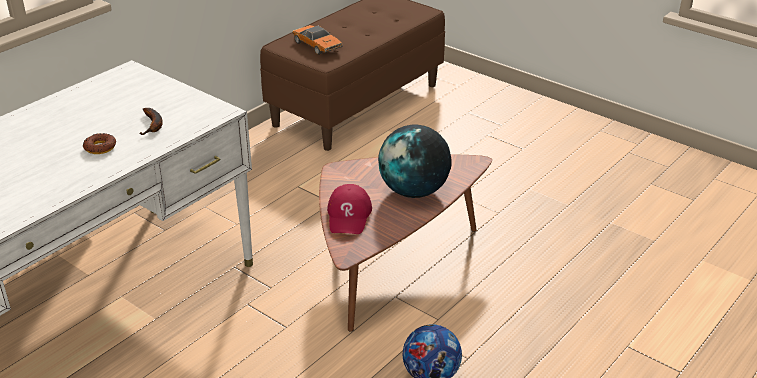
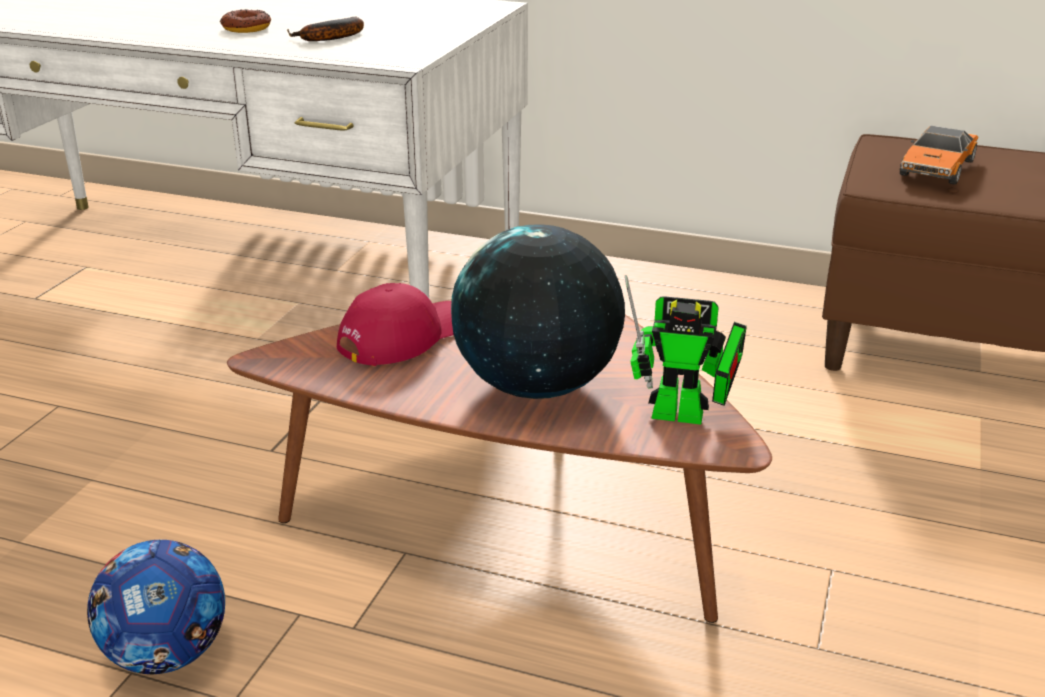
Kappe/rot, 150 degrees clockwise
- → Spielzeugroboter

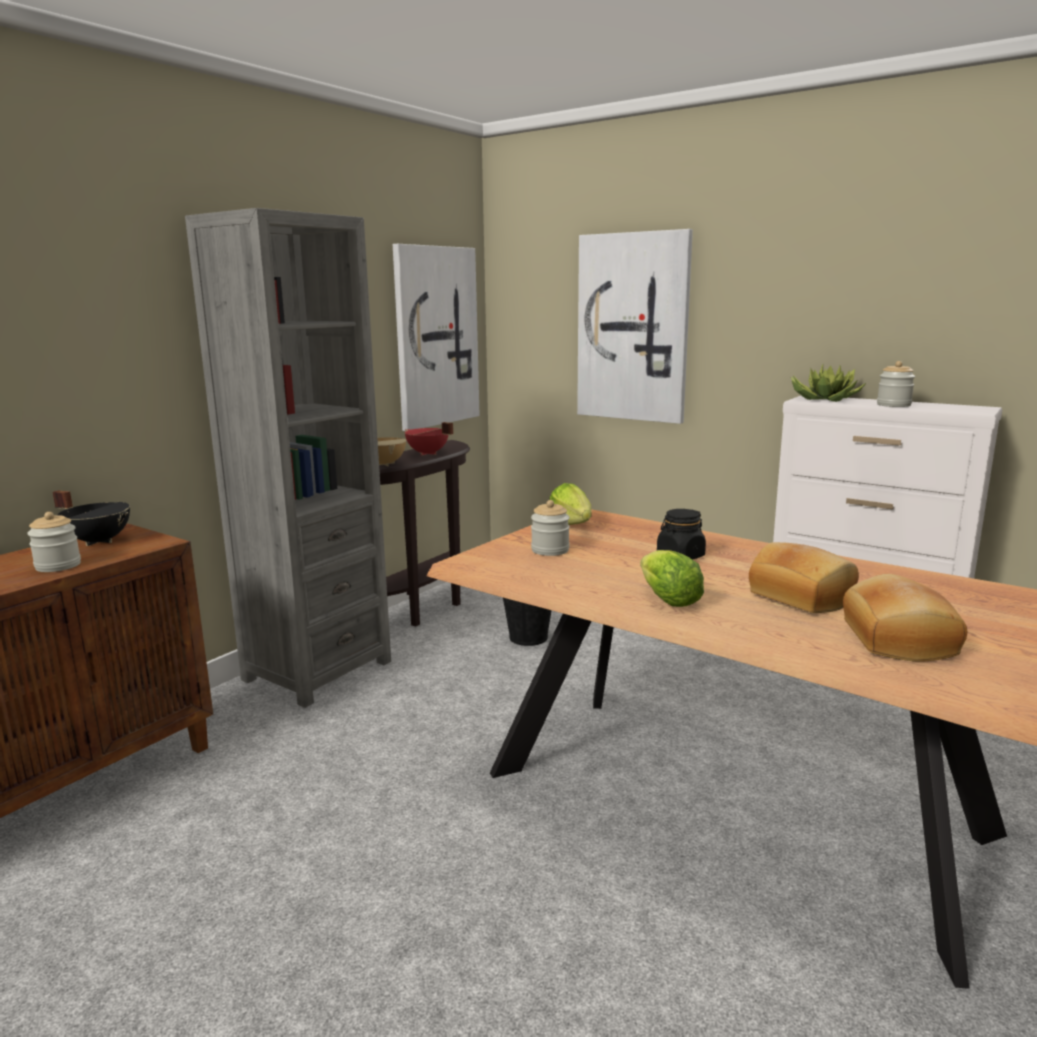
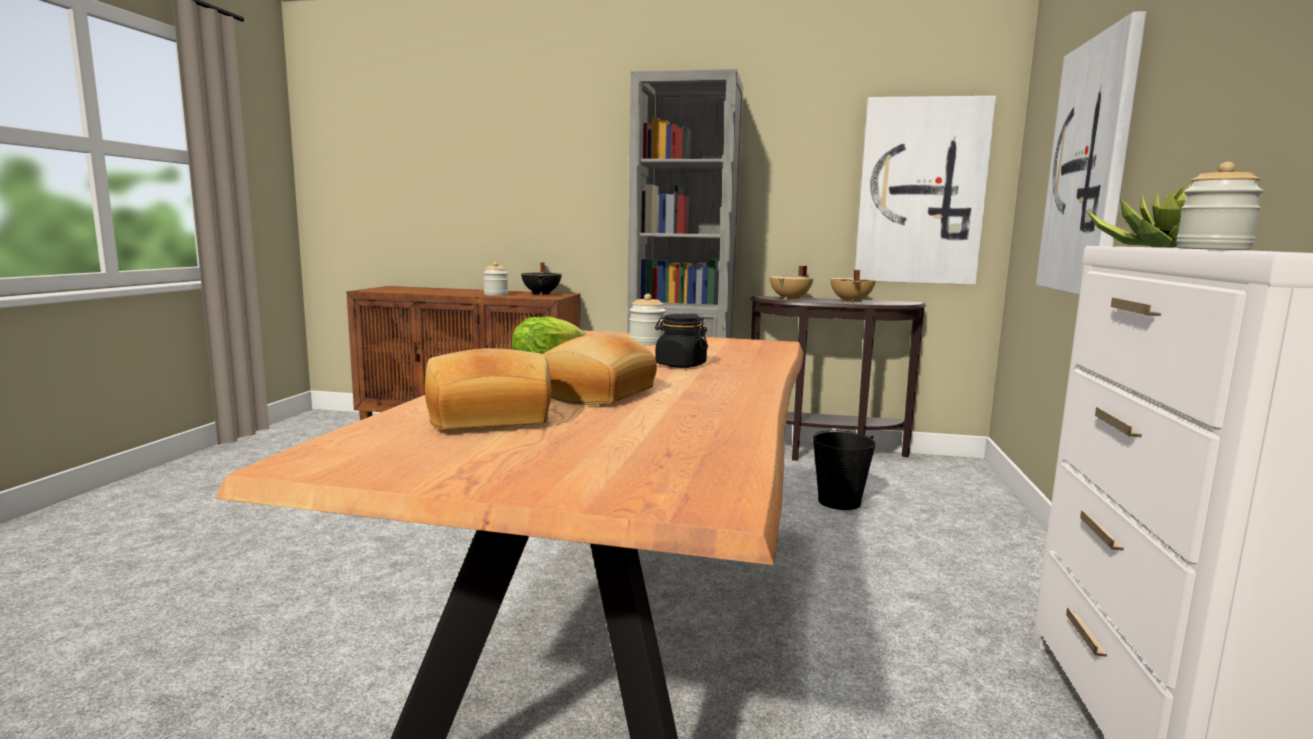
Kochtopf/rot → Kochtopf/beige (no. 2 from left)
Salatkopf (no. 1 from left) → -

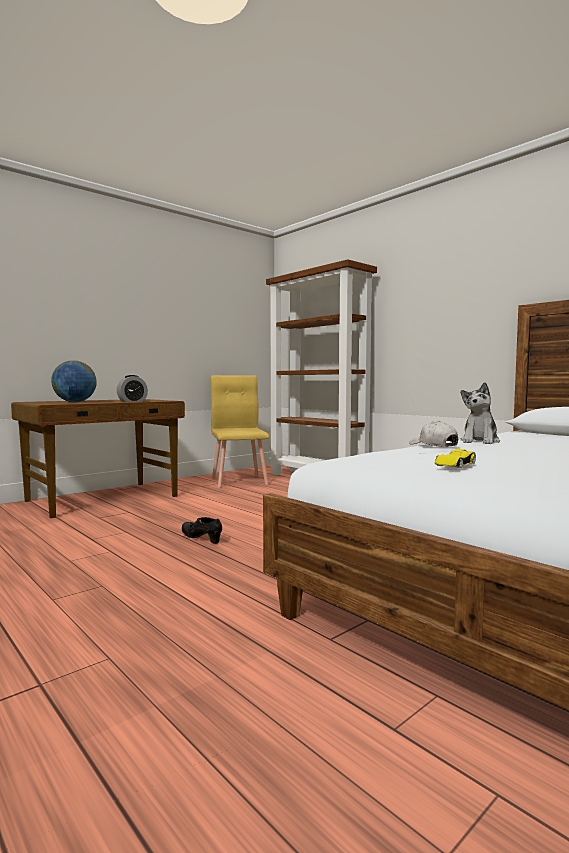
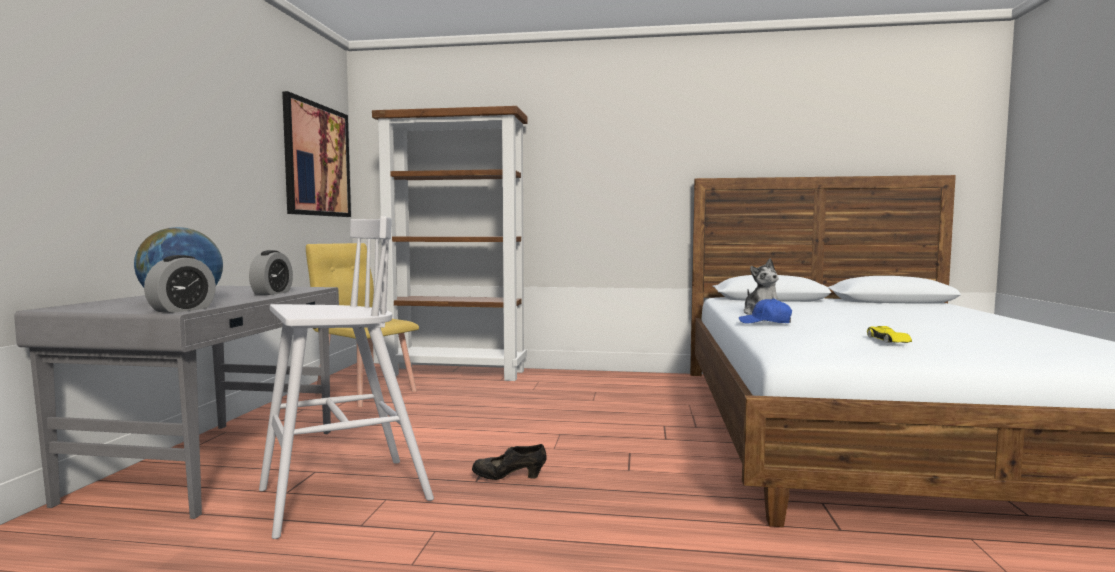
Schreibtisch/braun → Schreibtisch/grau
Kappe/weiß → Kappe/blau
- → Wecker (no. 1 from left)
- → Hocker/weiß
- → Bild

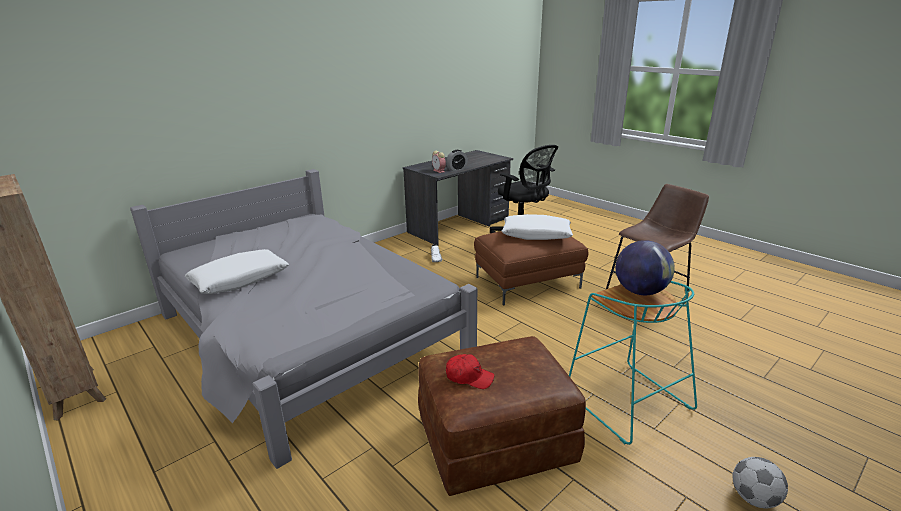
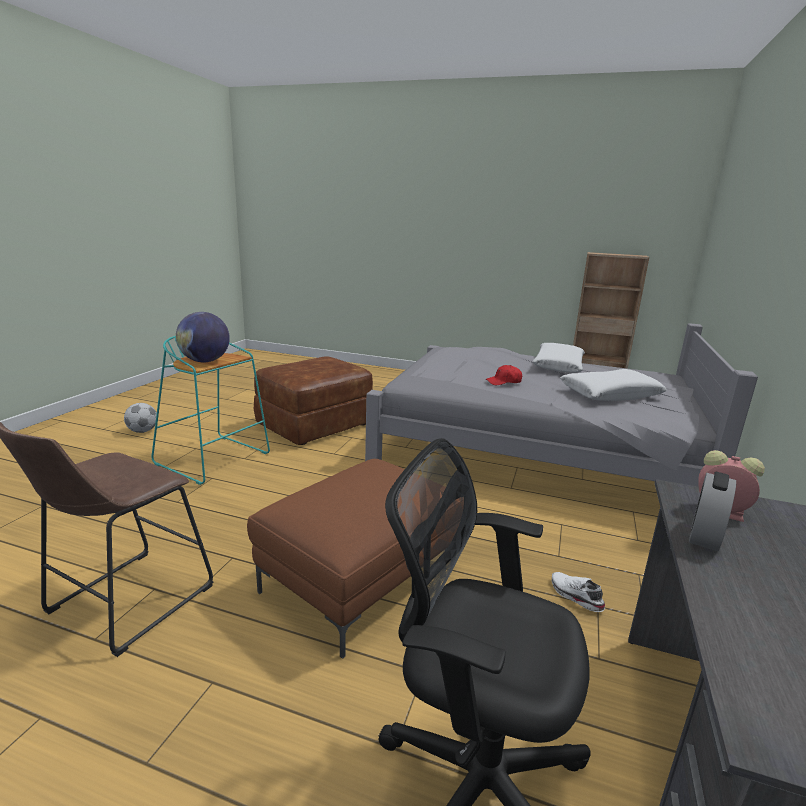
Kappe/rot, relocated
Kissen/weiß (no. 2 from left), relocated

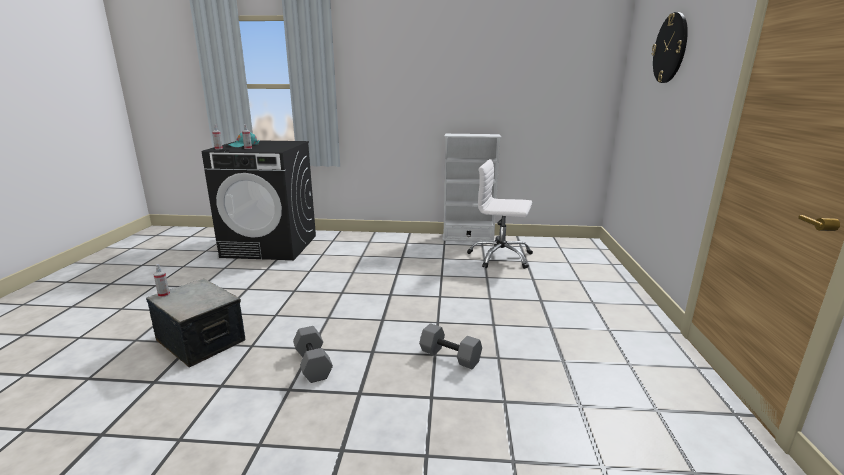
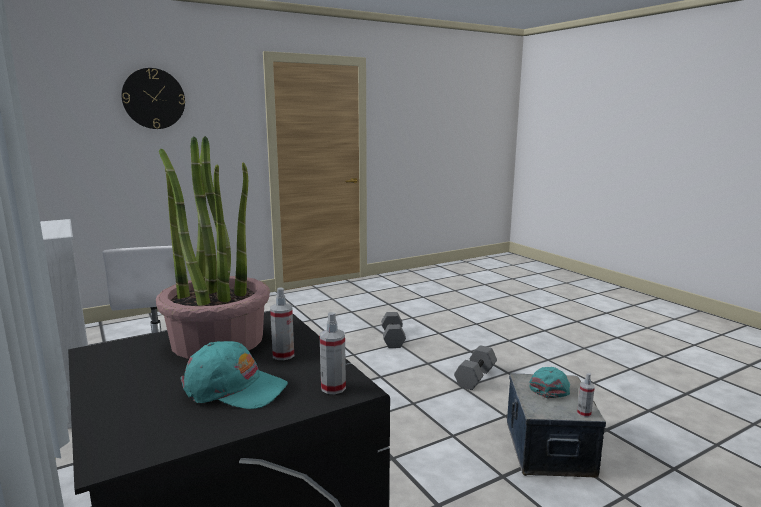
- → Topfpflanze
- → Kappe/türkis (no. 2 from left)

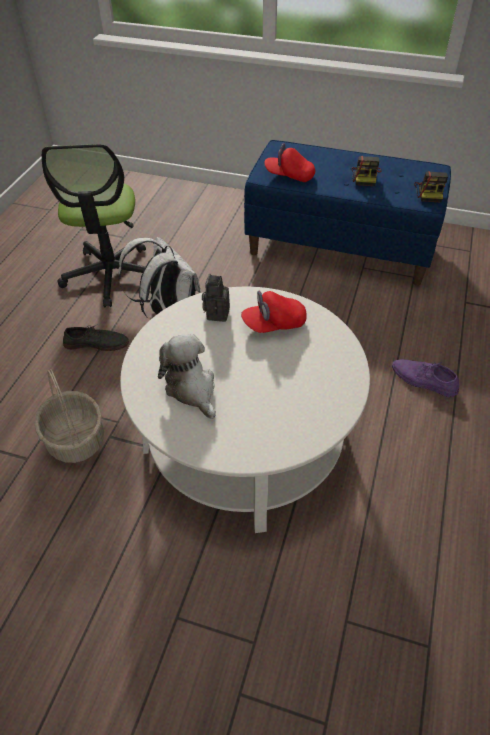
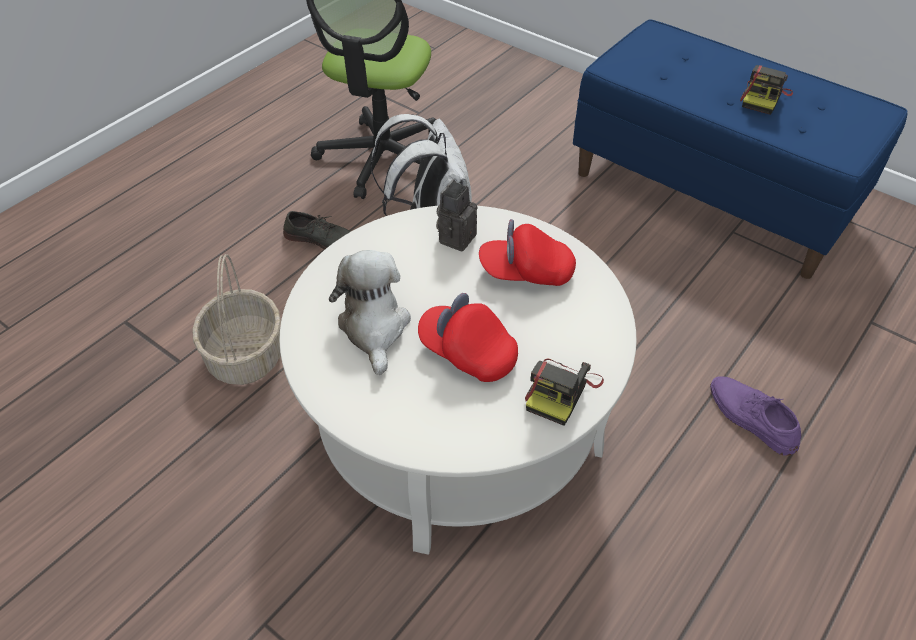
Kappe/rot (no. 2 from left in the first image) → Kappe/rot (no. 1 from left), relocated
Kamera (no. 3 from left in the first image) → Kamera (no. 2 from left), relocated

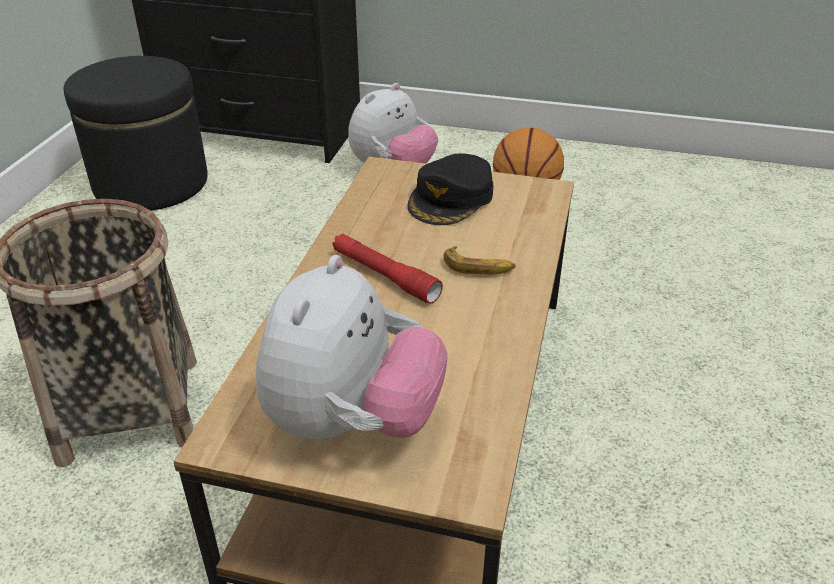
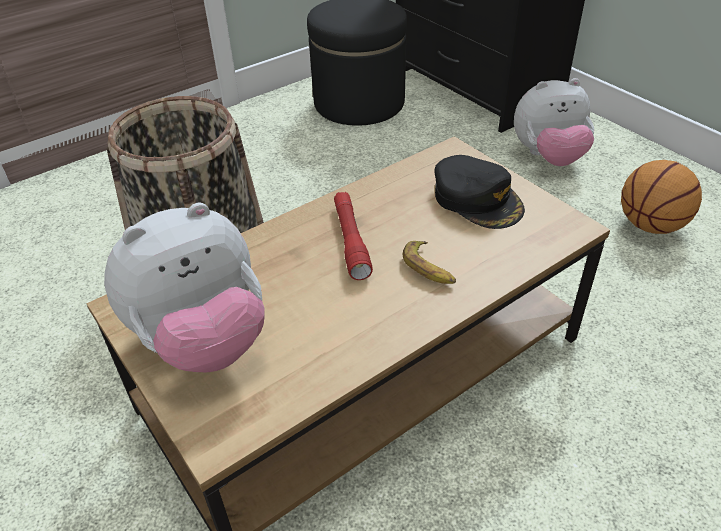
Kappe/schwarz, 105 degrees counterclockwise

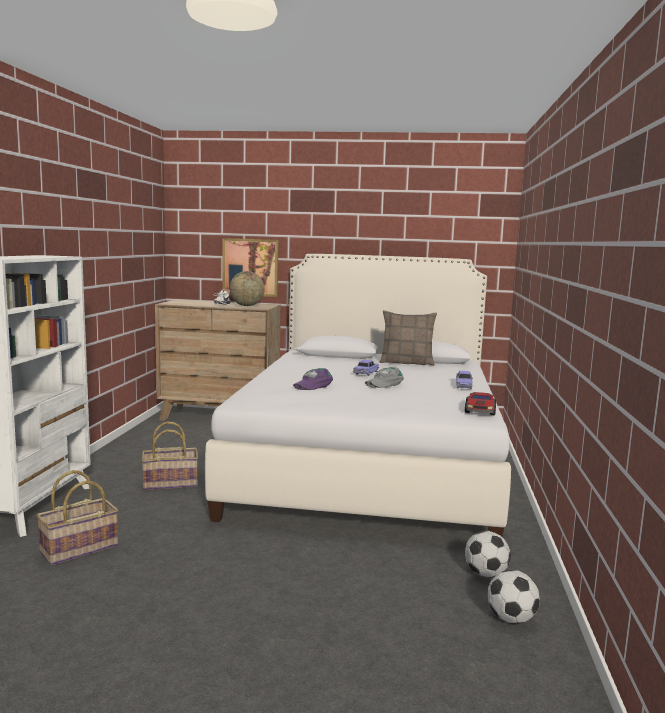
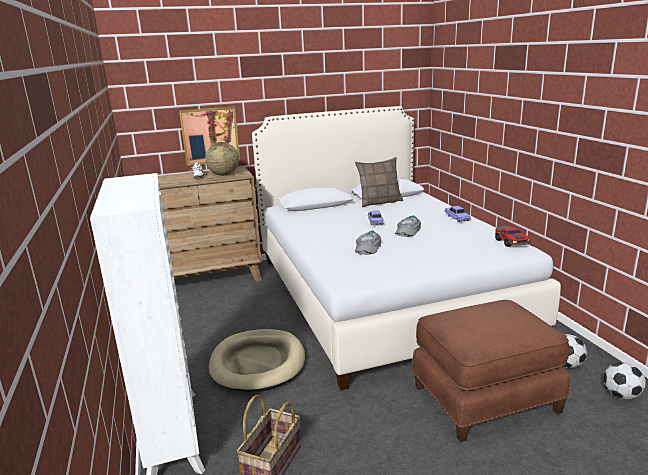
Korb (no. 2 from left) → Hundebett/beige
Kappe/lila → Kappe/grau (no. 1 from left)
- → Polsterhocker/braun

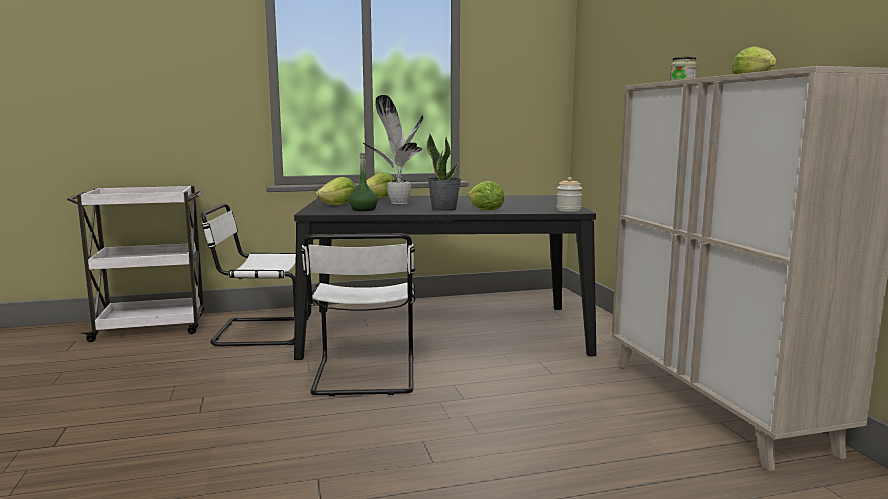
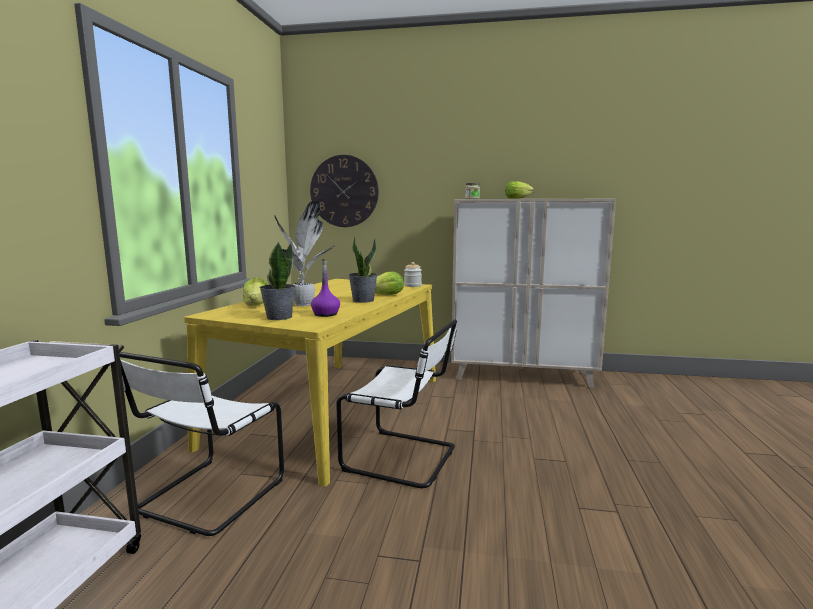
Esstisch/schwarz → Esstisch/gelb
Salatkopf (no. 1 from left) → Topfpflanze (no. 1 from left)
Flasche/grün → Flasche/lila
- → Wanduhr

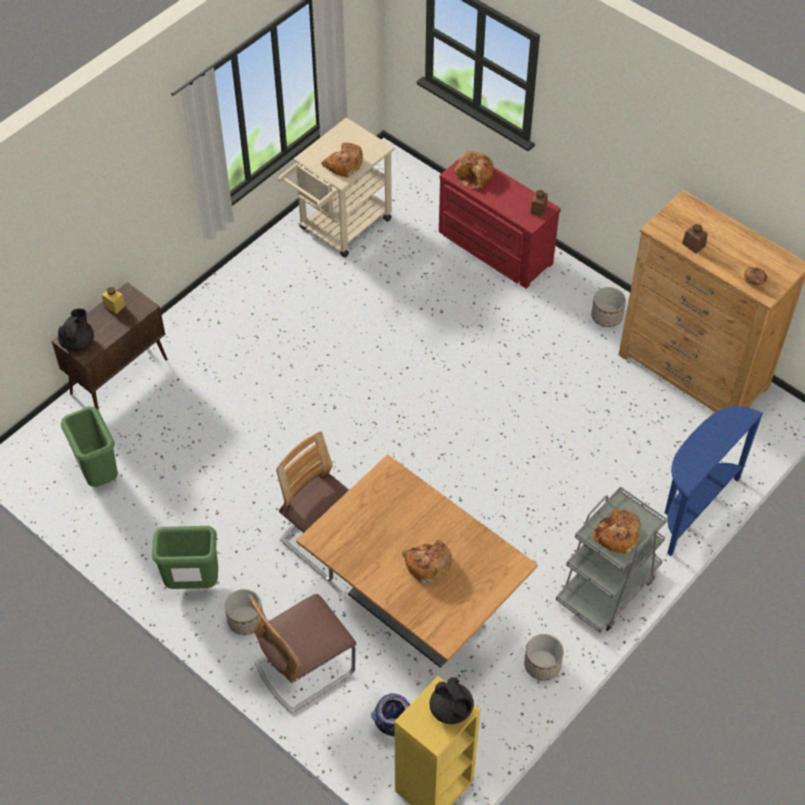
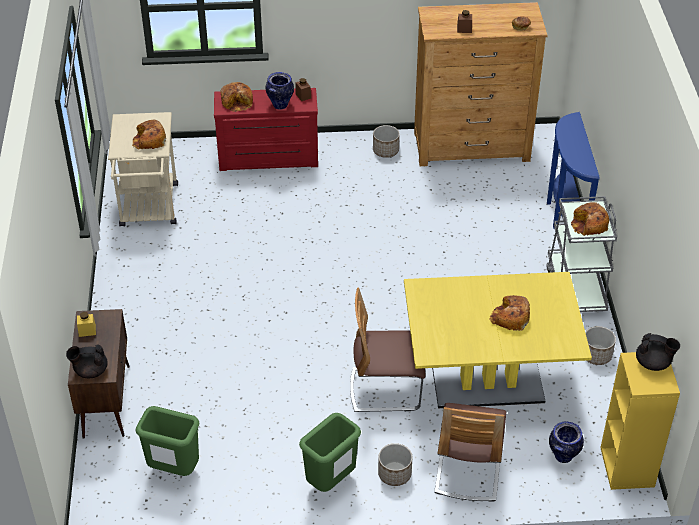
Teekanne/schwarz (no. 1 from left), 75 degrees counterclockwise
Esstisch/braun → Esstisch/gelb
- → Vase (no. 1 from left)

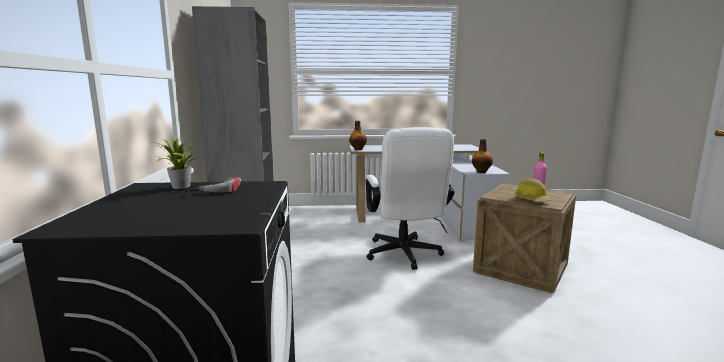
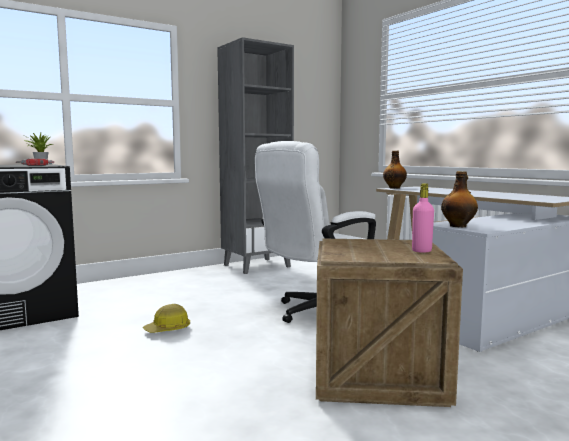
Schutzhelm, relocated

